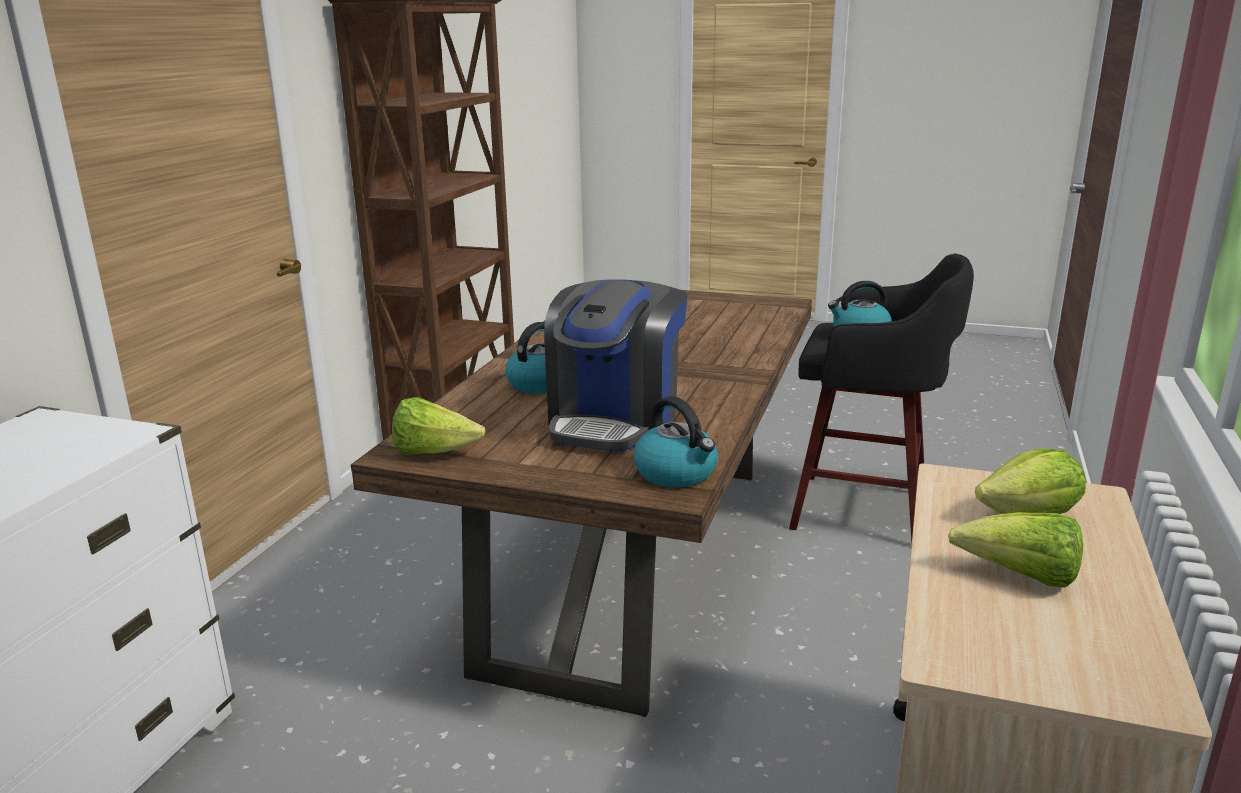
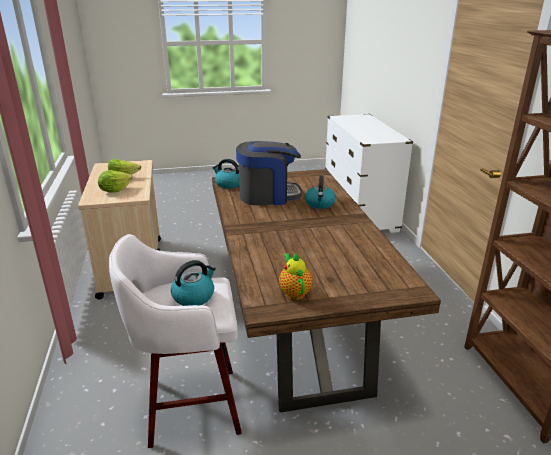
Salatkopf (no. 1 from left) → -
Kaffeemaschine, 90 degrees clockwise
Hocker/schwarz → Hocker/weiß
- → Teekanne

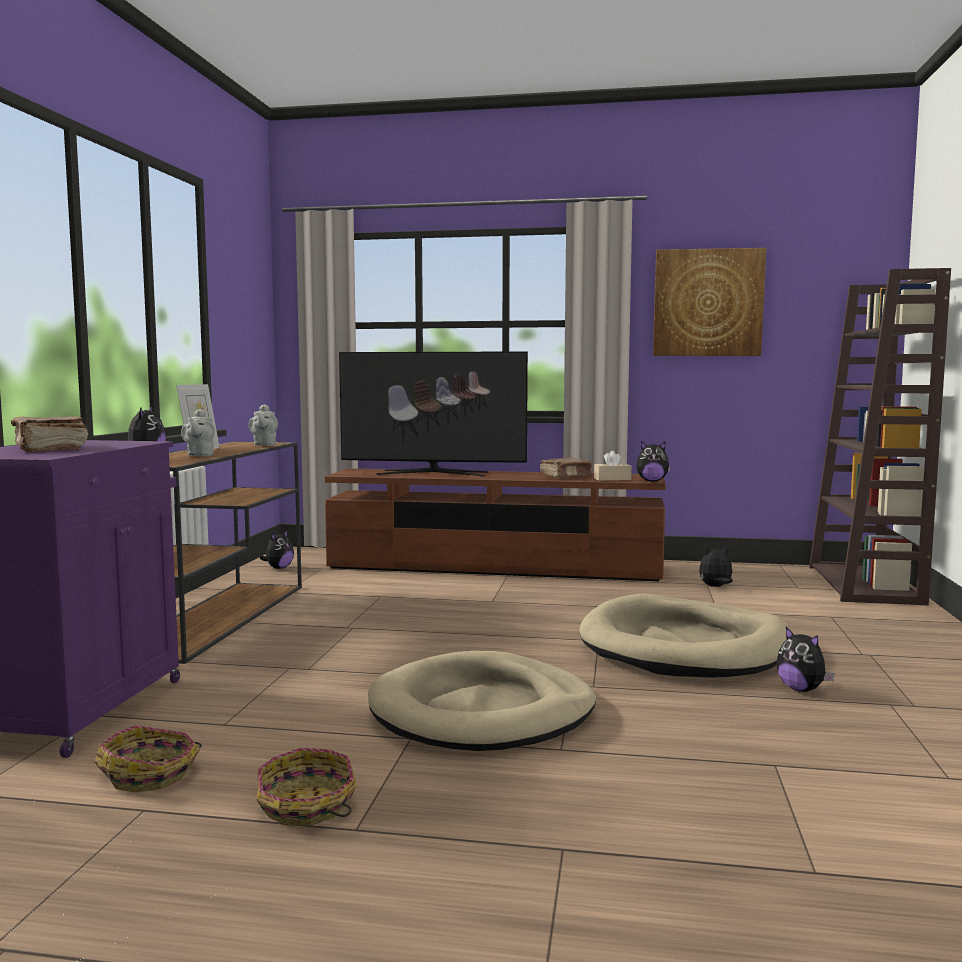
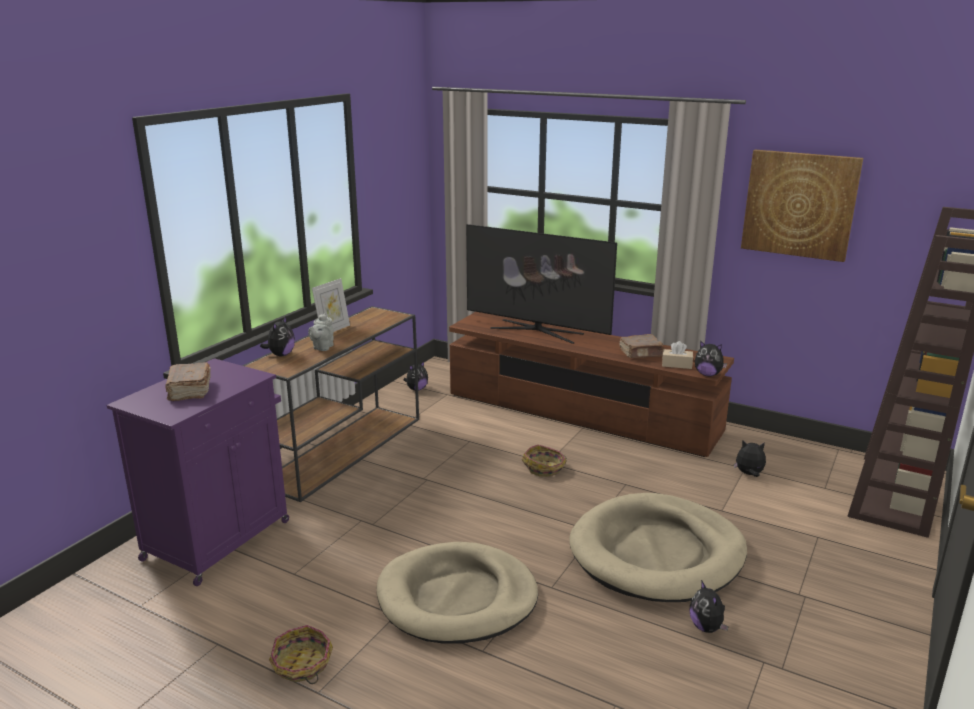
Korb (no. 1 from left in the first image) → Korb (no. 2 from left), relocated
Teekanne/grau (no. 2 from left) → -

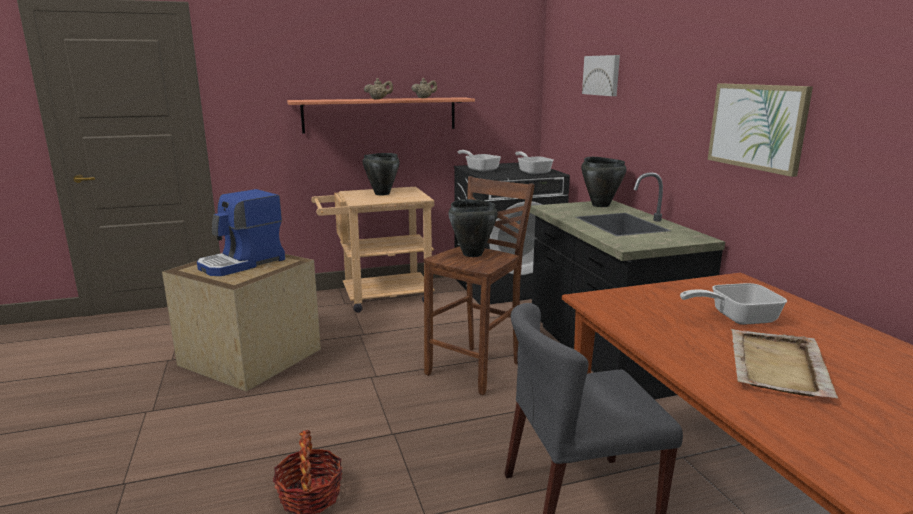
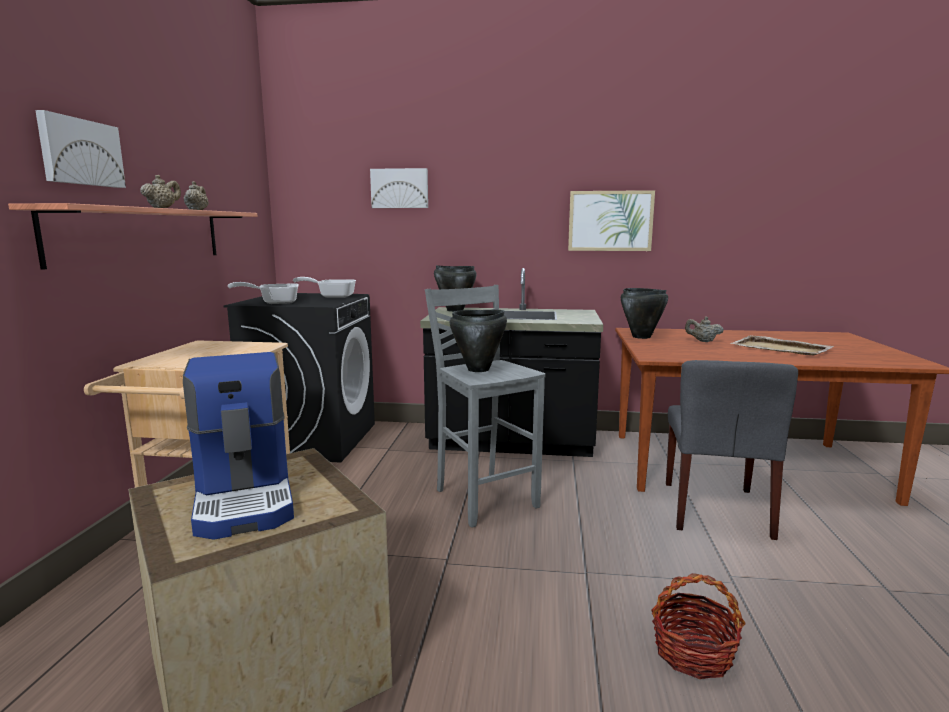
Kochtopf/schwarz (no. 1 from left in the first image) → Kochtopf/schwarz (no. 3 from left), relocated
Hocker/braun → Hocker/grau
Pfanne (no. 3 from left) → Teekanne/beige (no. 3 from left)
- → Bild (no. 1 from left)

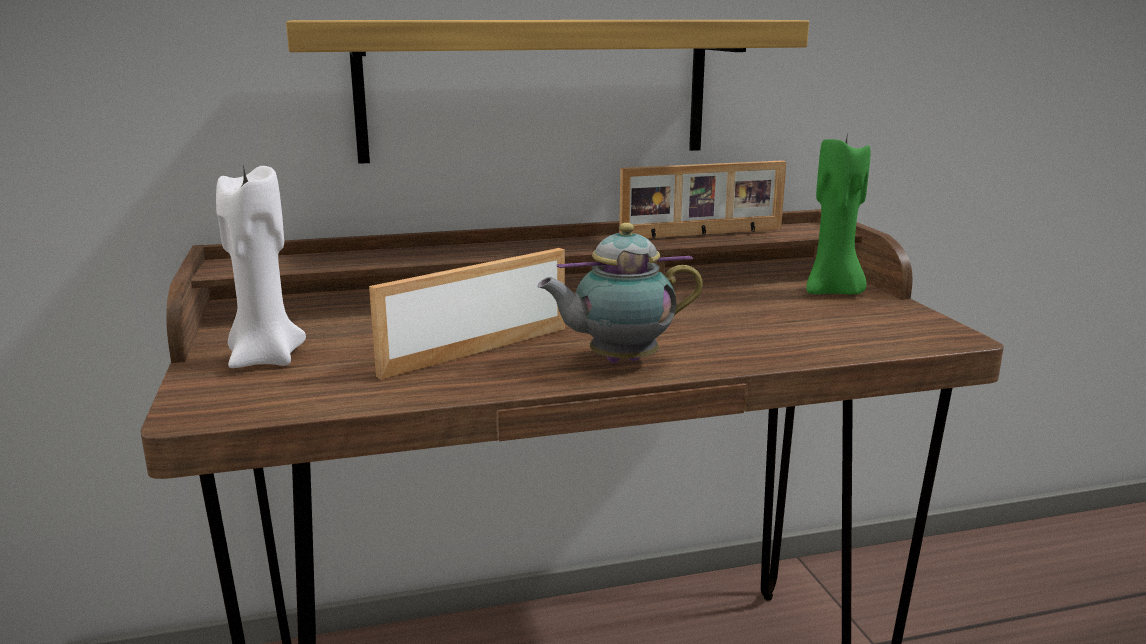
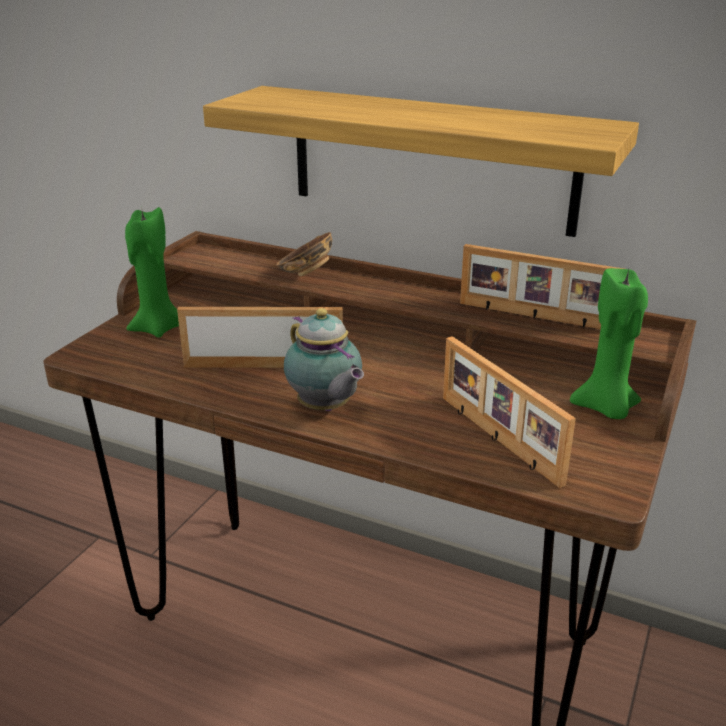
Kerze/weiß → Kerze/grün (no. 1 from left)
Teekanne, 150 degrees counterclockwise
- → Schüssel
- → Bilderrahmen (no. 2 from left)

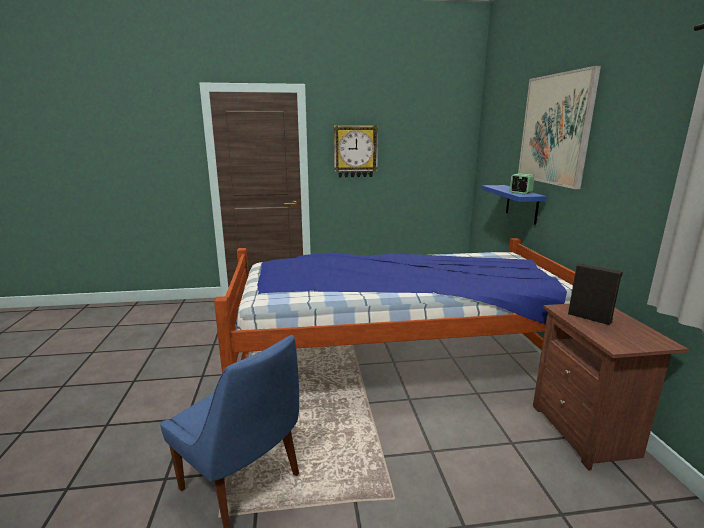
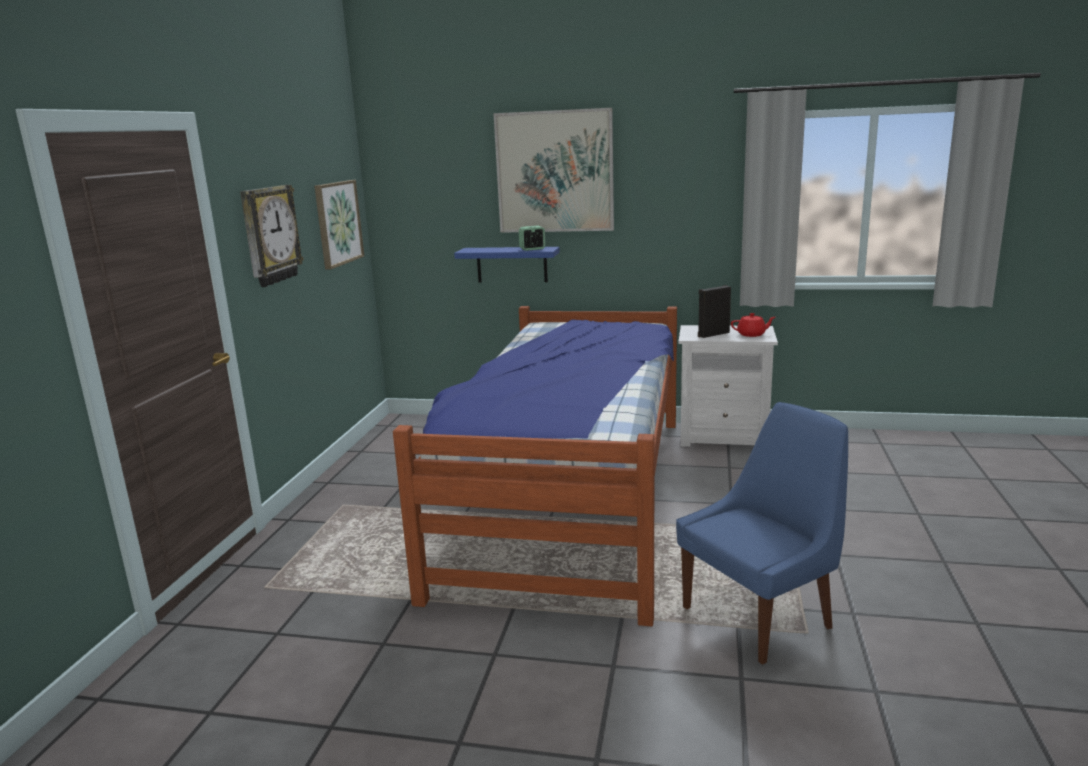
Nachttisch/braun → Nachttisch/weiß
- → Bild (no. 1 from left)
- → Teekanne/rot

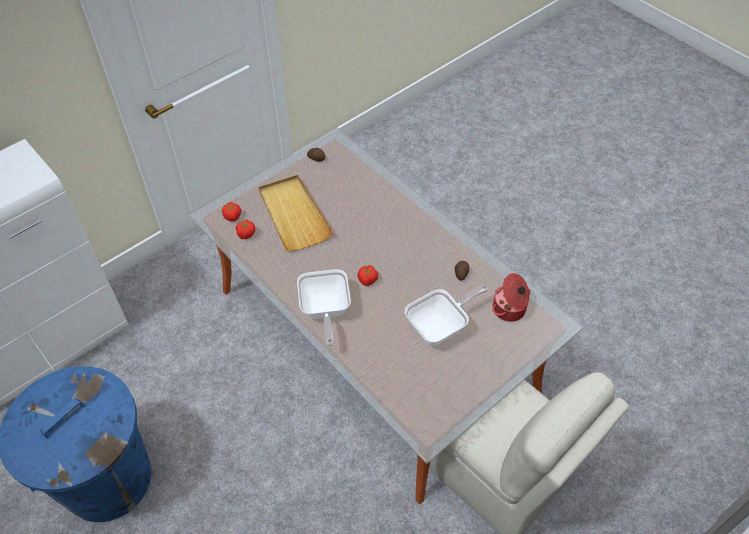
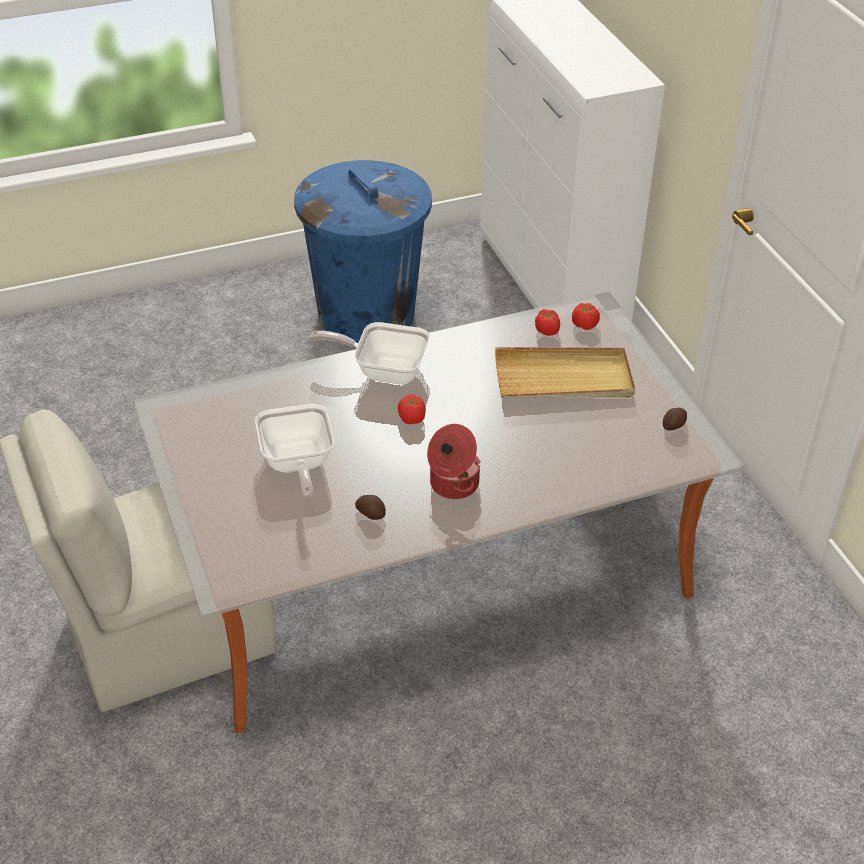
Kochtopf, relocated

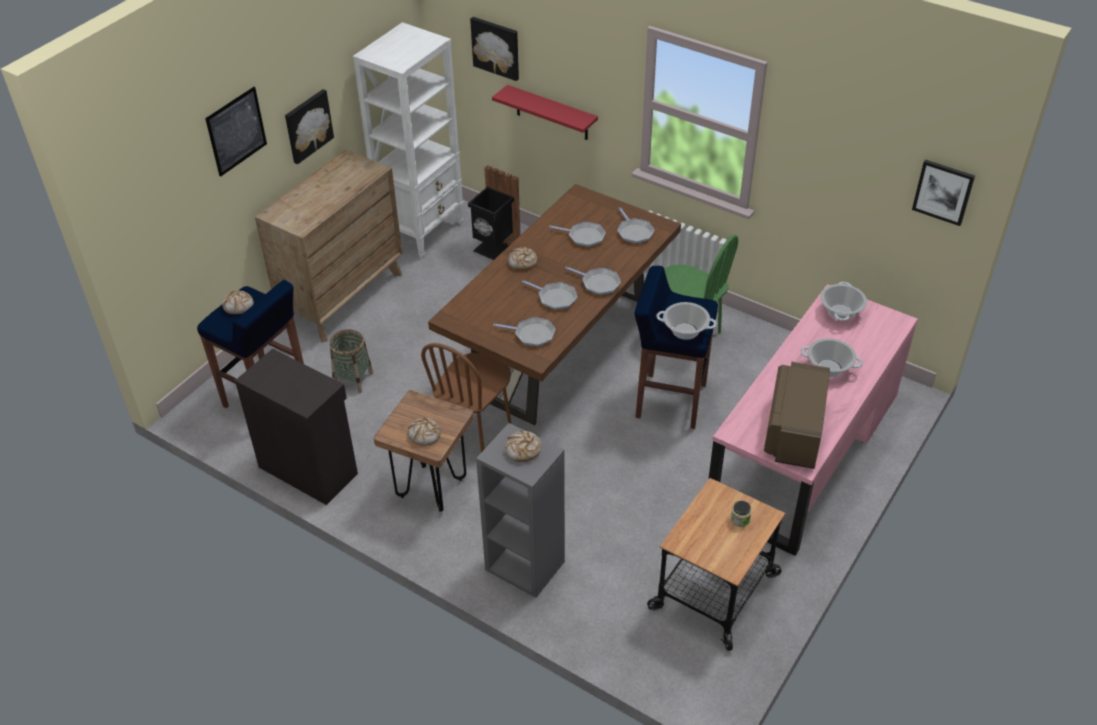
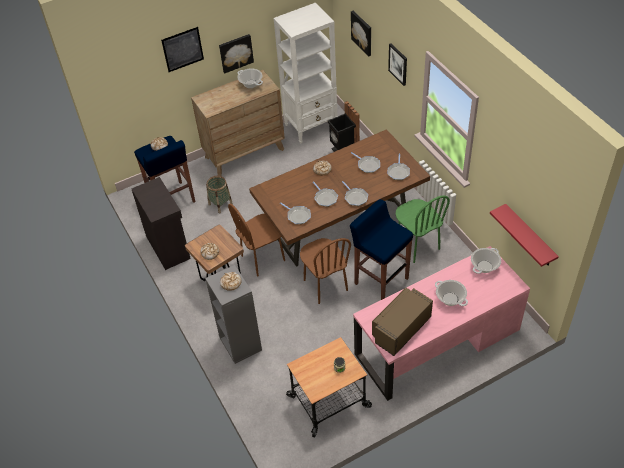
Wandregal/rot, relocated
Kochtopf (no. 1 from left), relocated
Bild (no. 4 from left), relocated
- → Stuhl/braun (no. 2 from left)

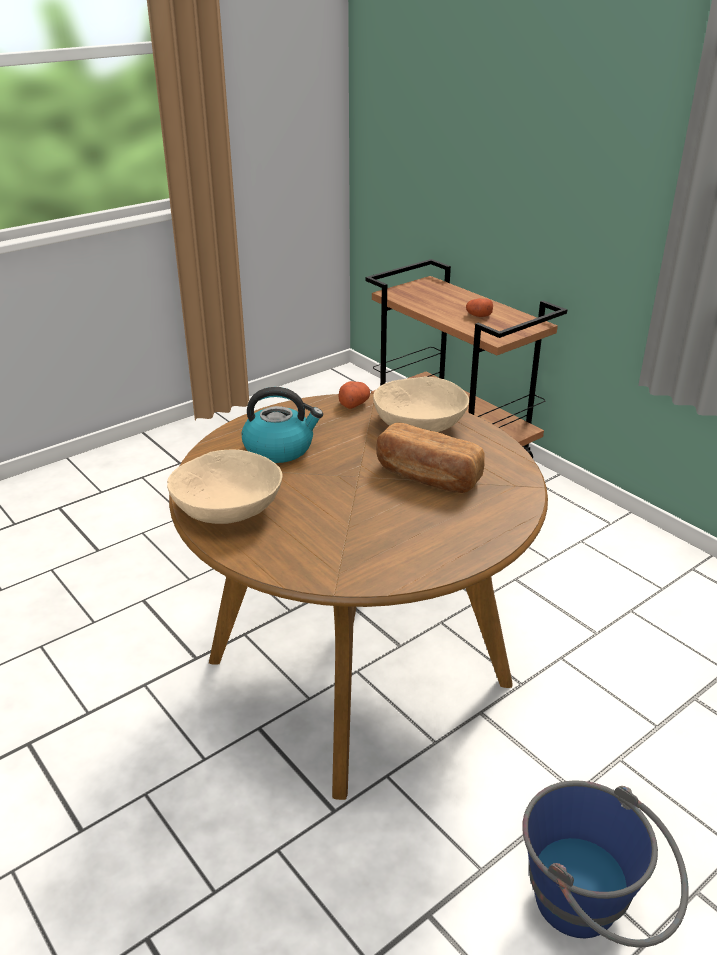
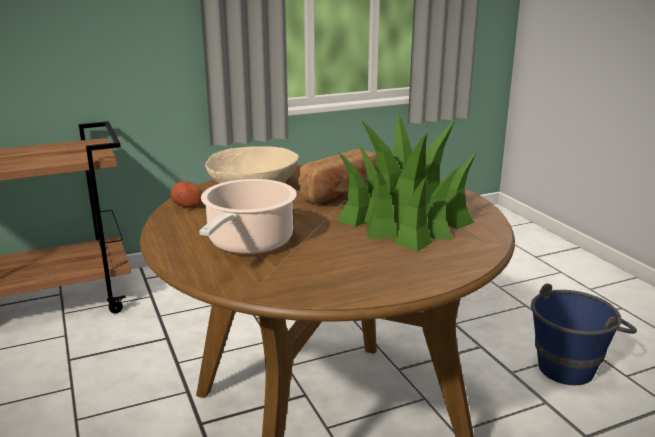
Schüssel/beige (no. 1 from left) → -
Wasserkessel → Kochtopf
Kartoffel (no. 2 from left) → -
- → Topfpflanze

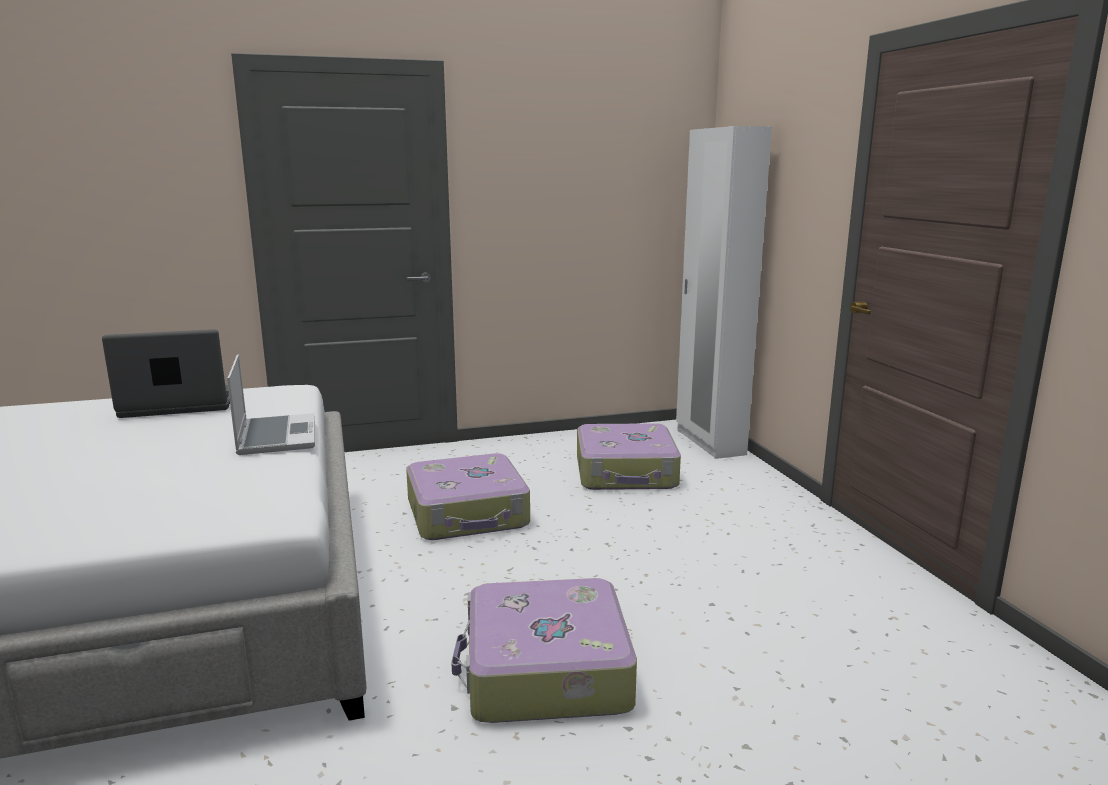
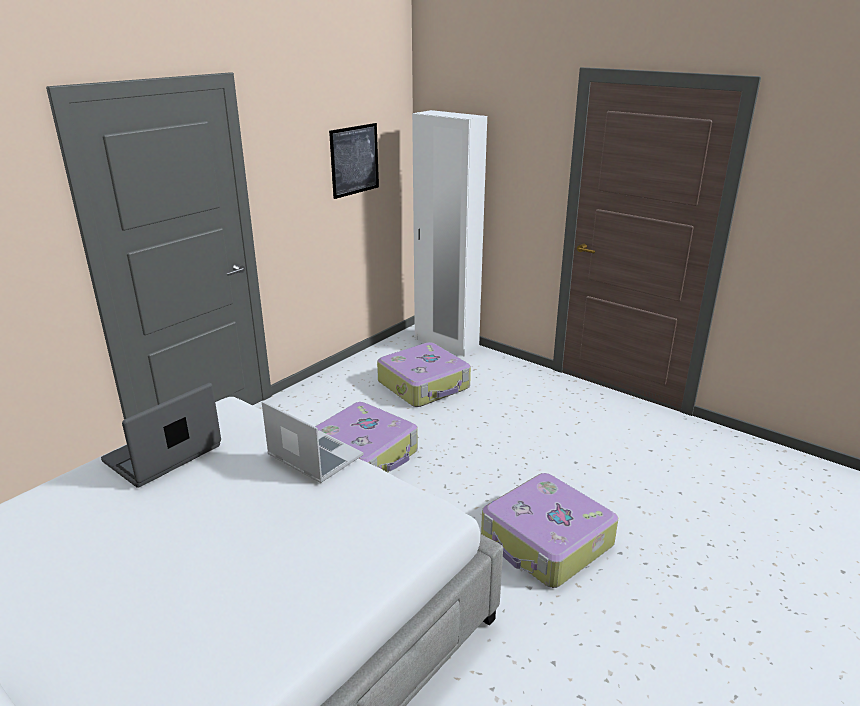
- → Bild

